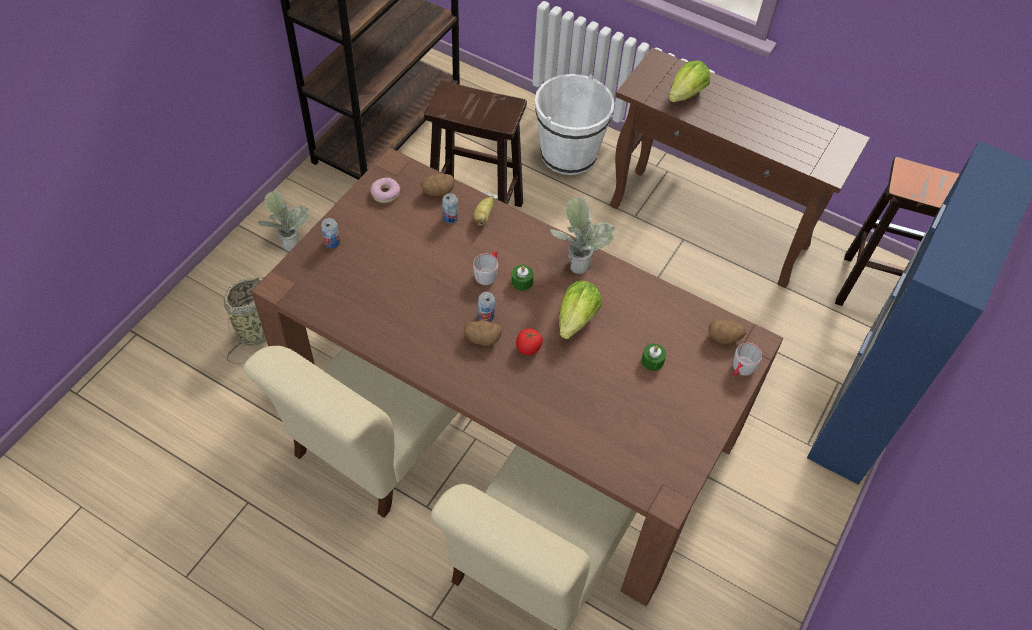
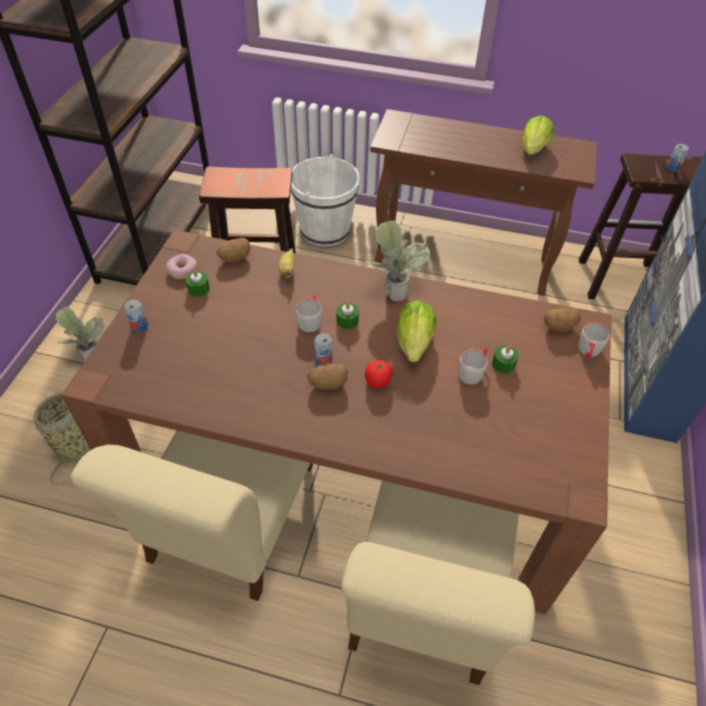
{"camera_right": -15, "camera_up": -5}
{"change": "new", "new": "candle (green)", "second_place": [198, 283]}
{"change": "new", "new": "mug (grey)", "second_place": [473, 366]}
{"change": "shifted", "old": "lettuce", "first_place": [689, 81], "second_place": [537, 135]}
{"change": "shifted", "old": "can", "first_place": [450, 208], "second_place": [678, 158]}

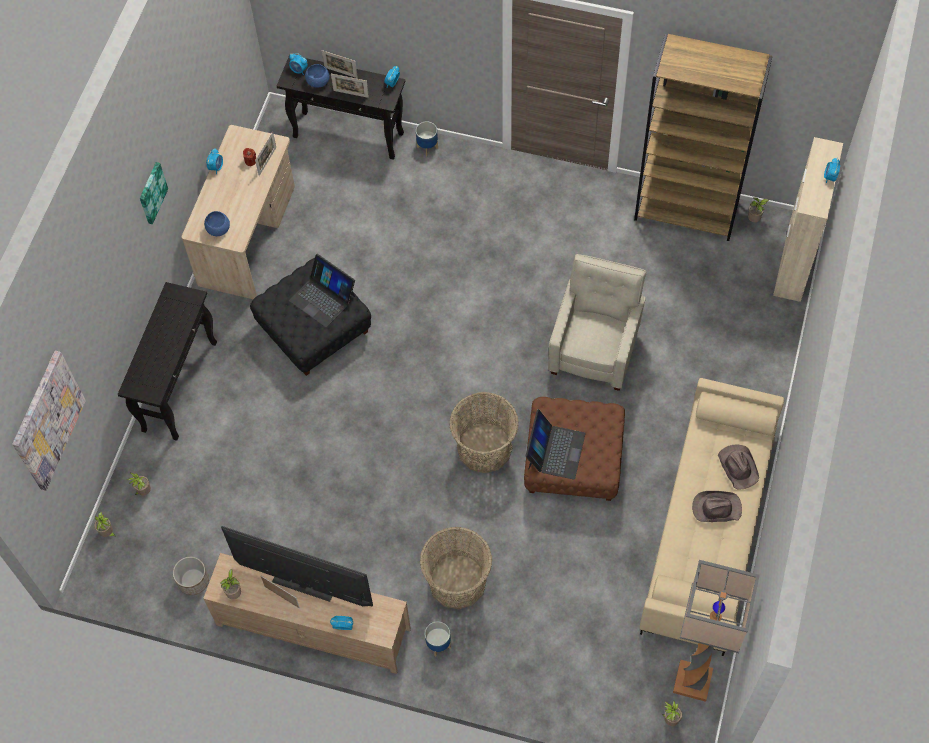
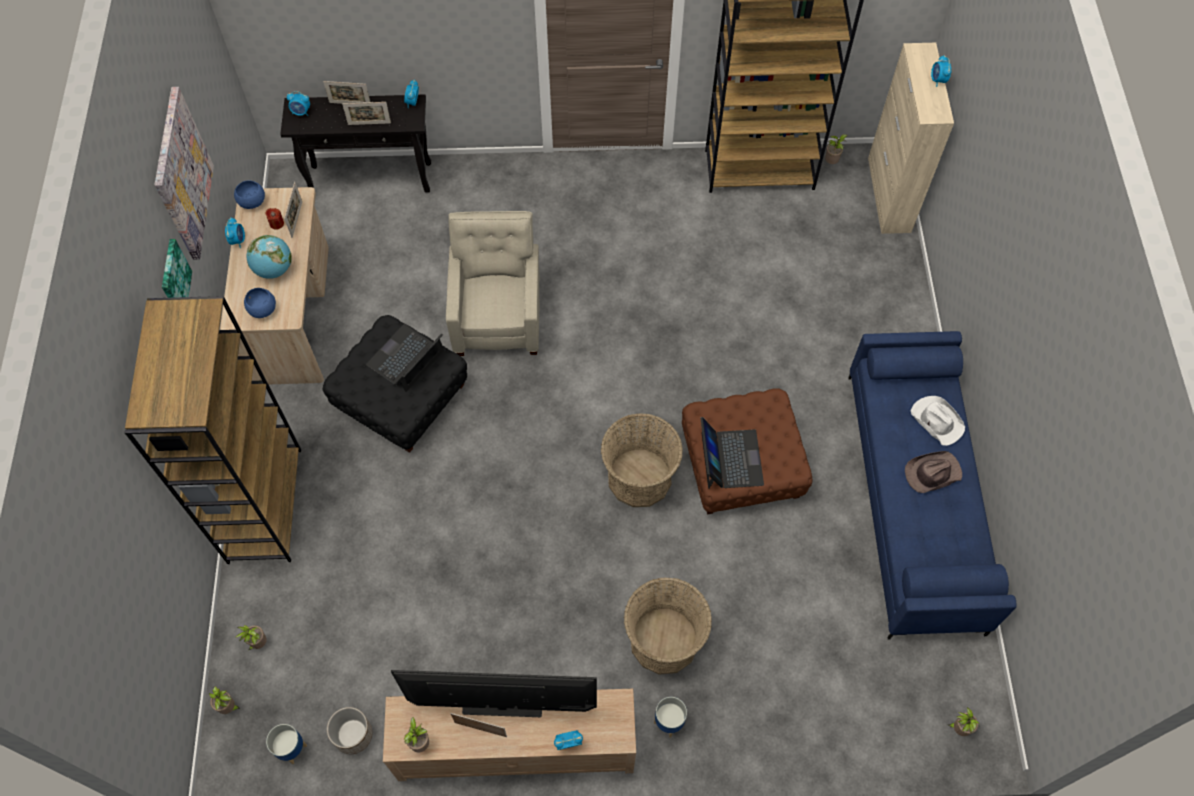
{"camera_right": -20, "camera_up": 0}
{"change": "swapped", "old": "console table (black)", "new": "bookcase (brown)", "first_place": [167, 361], "second_place": [213, 430]}
{"change": "shifted", "old": "picture", "first_place": [49, 420], "second_place": [184, 173]}
{"change": "shifted", "old": "bowl (blue)", "first_place": [317, 76], "second_place": [249, 194]}
{"change": "new", "new": "globe", "second_place": [269, 257]}
{"change": "shifted", "old": "planter", "first_place": [427, 138], "second_place": [286, 744]}
{"change": "rotated", "old": "laptop", "first_place": [322, 290], "second_place": [405, 358], "degrees": 105}
{"change": "shifted", "old": "armchair (beige)", "first_place": [597, 322], "second_place": [493, 283]}
{"change": "repainted", "old": "sofa (beige)", "new": "sofa (blue)", "first_place": [712, 517], "second_place": [932, 485]}
{"change": "repainted", "old": "hat (brown)", "new": "hat (white)", "first_place": [738, 467], "second_place": [938, 421]}
{"change": "gone", "old": "floor lamp", "first_place": [716, 631]}

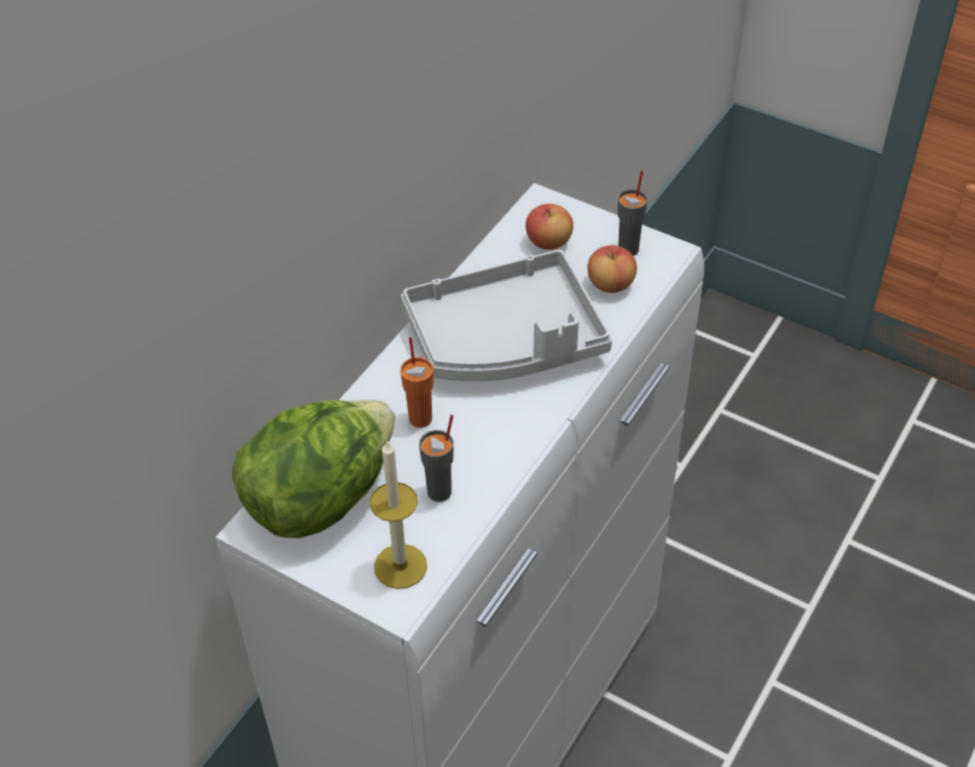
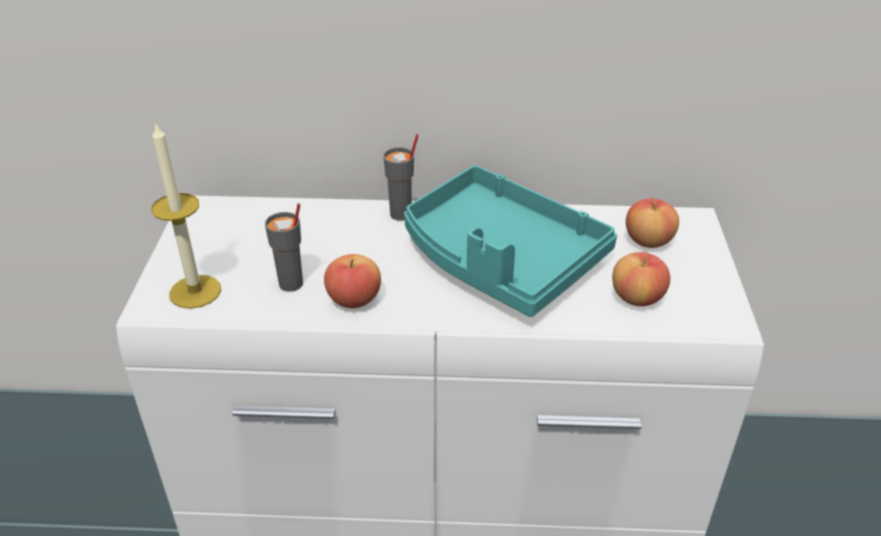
{"camera_right": 60, "camera_up": -10}
{"change": "new", "new": "apple", "second_place": [352, 281]}
{"change": "shifted", "old": "cup (grey)", "first_place": [632, 213], "second_place": [401, 177]}
{"change": "repainted", "old": "tray (grey)", "new": "tray (turquoise)", "first_place": [506, 315], "second_place": [510, 241]}
{"change": "gone", "old": "lettuce", "first_place": [313, 469]}
{"change": "gone", "old": "cup (orange)", "first_place": [416, 382]}

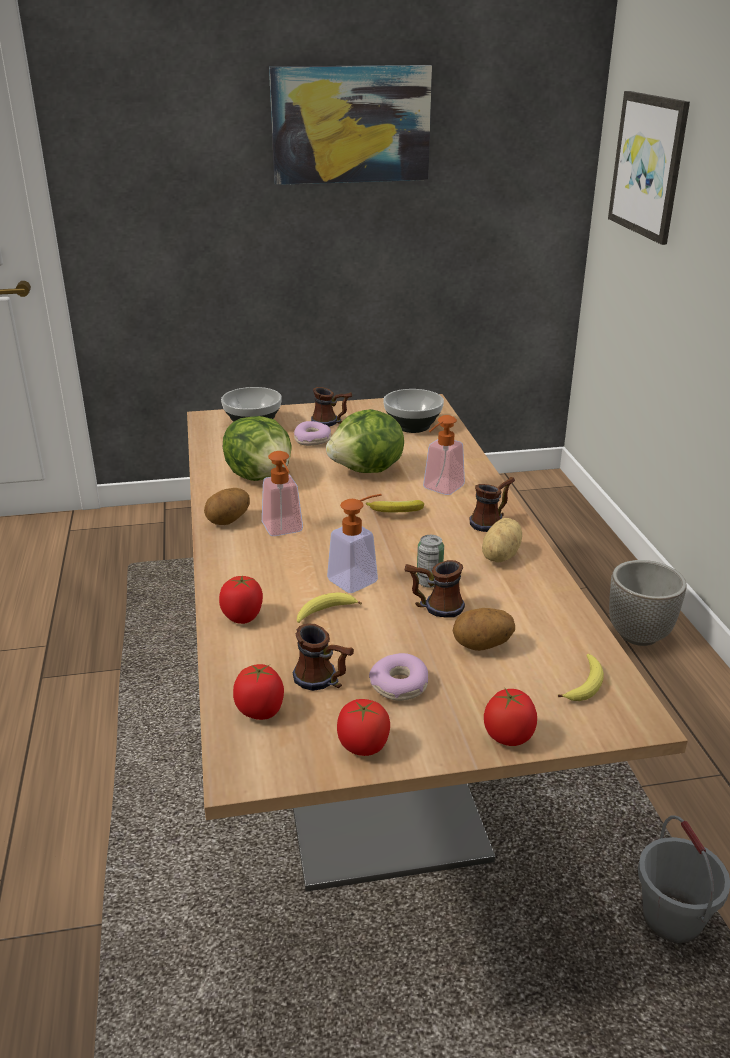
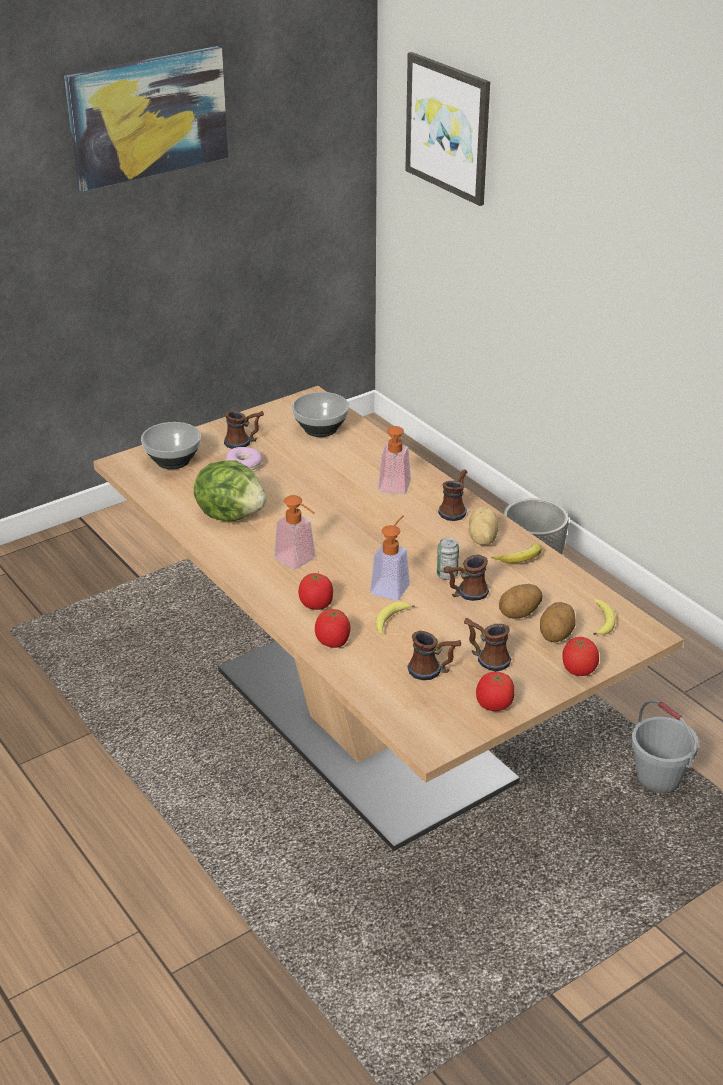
{"camera_right": -25, "camera_up": 5}
{"change": "shifted", "old": "tomato", "first_place": [258, 692], "second_place": [315, 591]}
{"change": "swapped", "old": "donut", "new": "mug", "first_place": [398, 677], "second_place": [487, 645]}
{"change": "shifted", "old": "banana", "first_place": [395, 506], "second_place": [516, 553]}
{"change": "shifted", "old": "potato", "first_place": [227, 506], "second_place": [558, 622]}
{"change": "gone", "old": "lettuce", "first_place": [365, 441]}

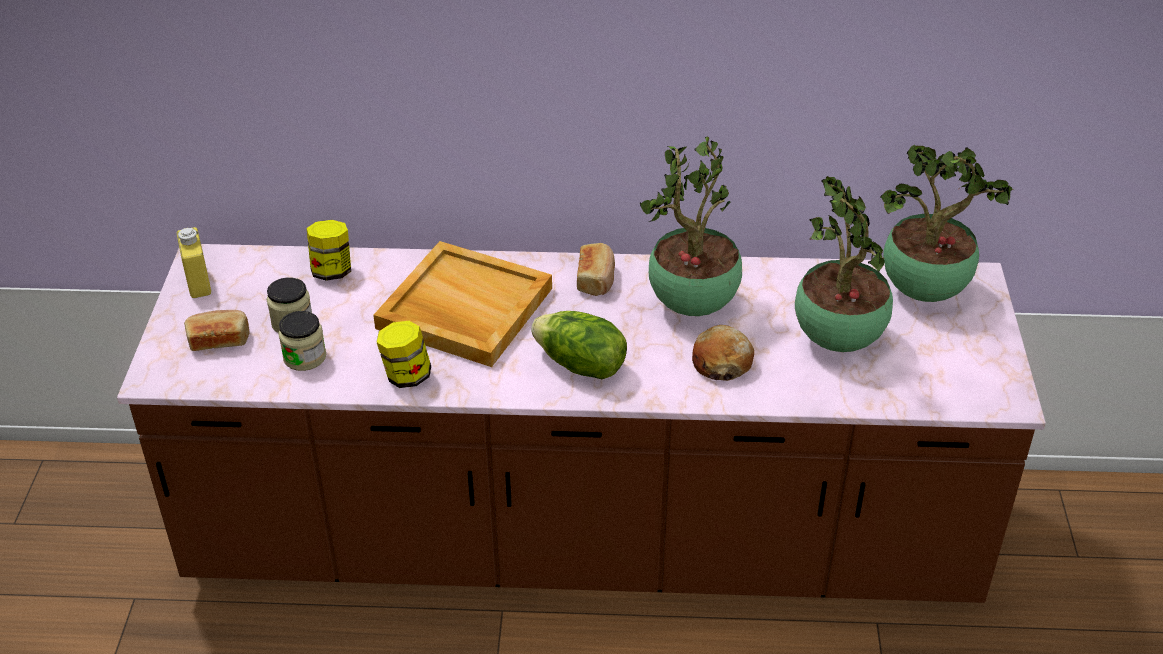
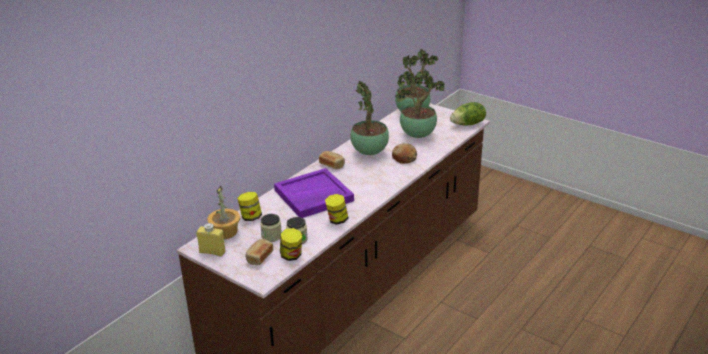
{"camera_right": -55, "camera_up": -10}
{"change": "new", "new": "potted plant", "second_place": [223, 212]}
{"change": "repainted", "old": "tray (beige)", "new": "tray (purple)", "first_place": [462, 304], "second_place": [314, 193]}
{"change": "new", "new": "jar", "second_place": [291, 244]}
{"change": "shifted", "old": "lettuce", "first_place": [579, 345], "second_place": [468, 114]}

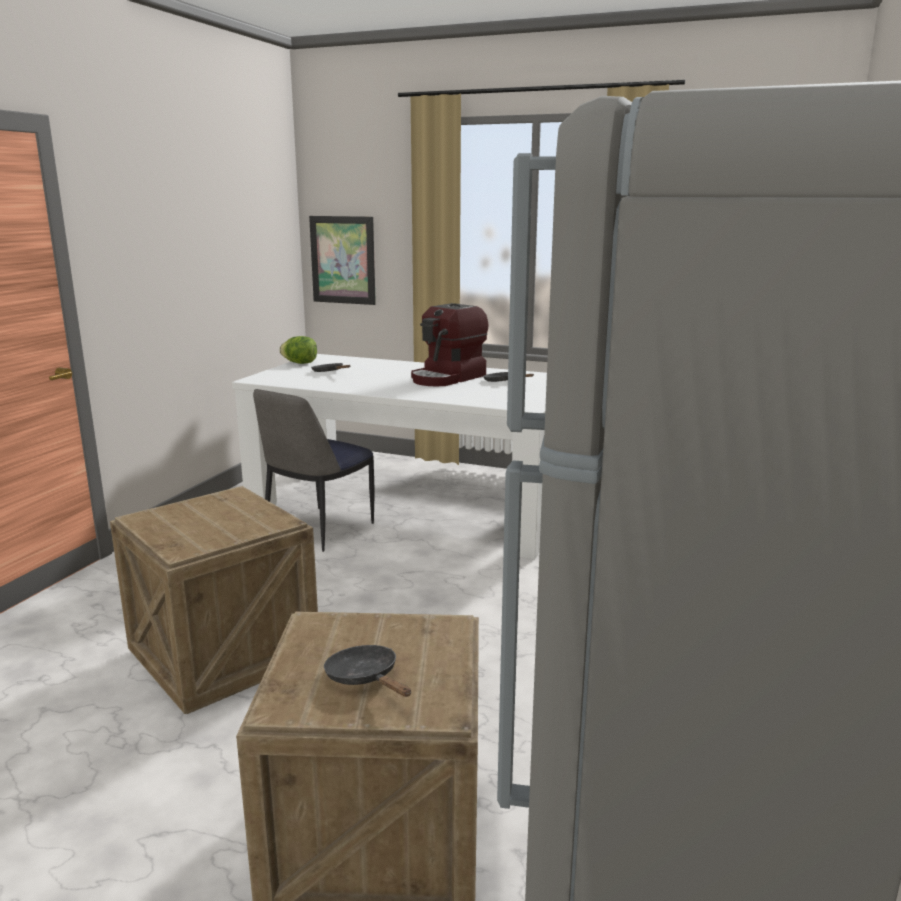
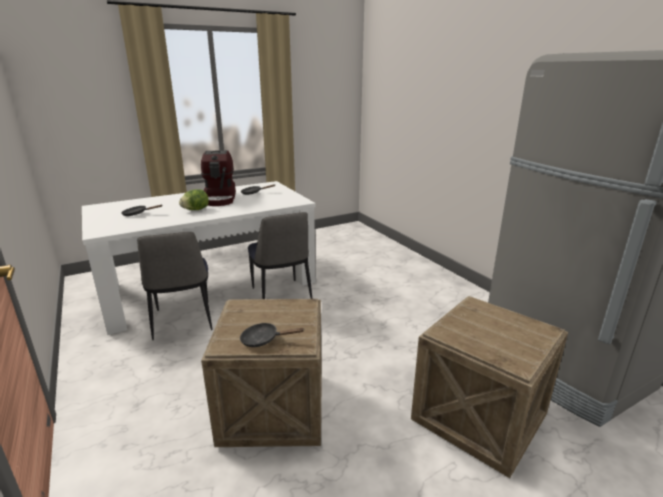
{"camera_right": -50, "camera_up": 5}
{"change": "shifted", "old": "lettuce", "first_place": [298, 350], "second_place": [194, 199]}
{"change": "shifted", "old": "frying pan (black)", "first_place": [367, 671], "second_place": [271, 335]}
{"change": "new", "new": "chair", "second_place": [280, 255]}
{"change": "gone", "old": "picture", "first_place": [342, 260]}

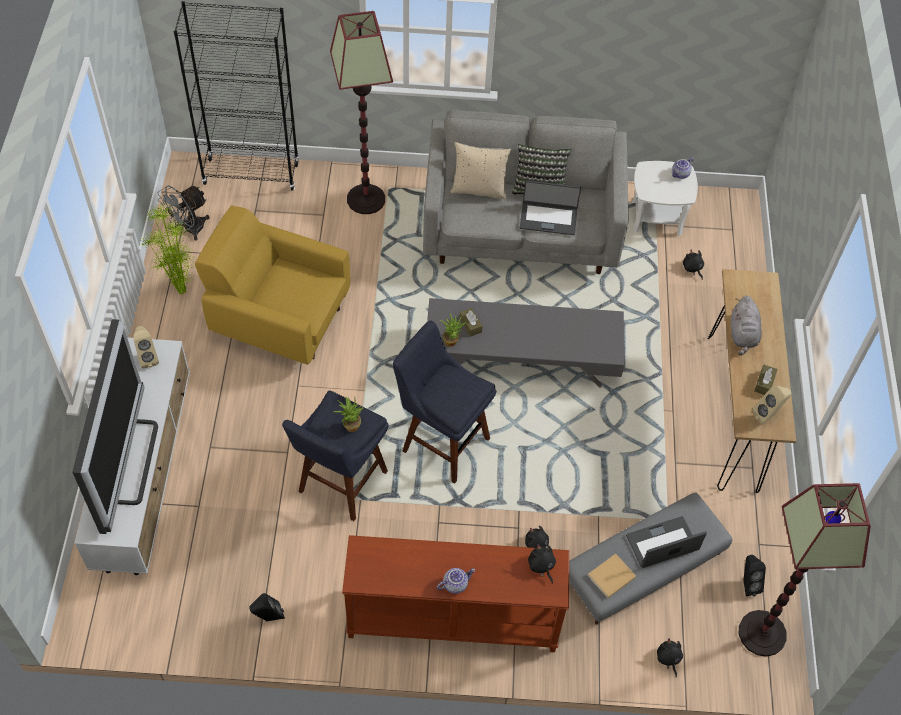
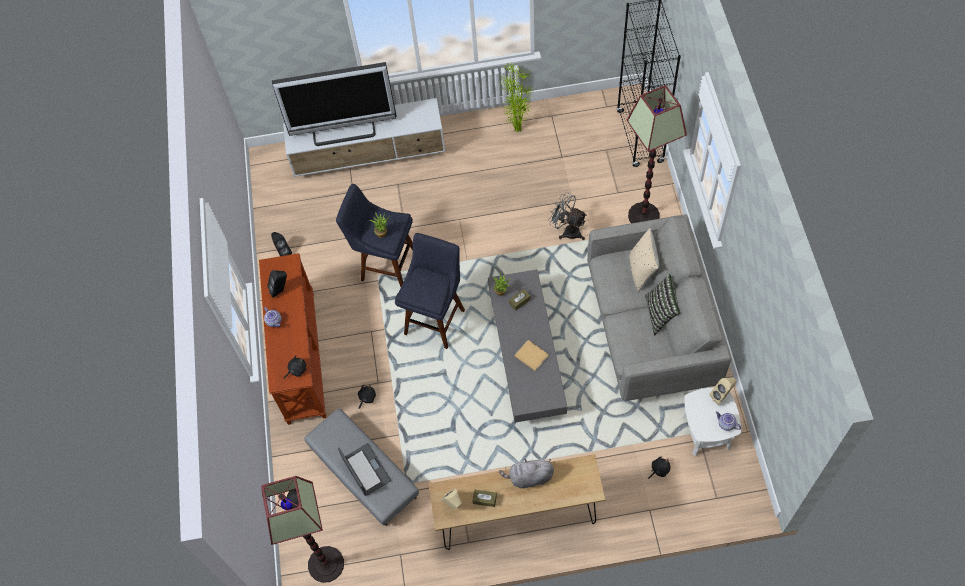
{"camera_right": 85, "camera_up": 5}
{"change": "shifted", "old": "speaker (black)", "first_place": [754, 575], "second_place": [277, 284]}
{"change": "shifted", "old": "book (beige)", "first_place": [612, 576], "second_place": [532, 355]}
{"change": "shifted", "old": "fan (grey)", "first_place": [183, 213], "second_place": [567, 216]}
{"change": "shifted", "old": "speaker (beige)", "first_place": [146, 347], "second_place": [723, 391]}
{"change": "gone", "old": "armchair (yellow)", "first_place": [272, 285]}
{"change": "gone", "old": "laptop", "first_place": [550, 207]}

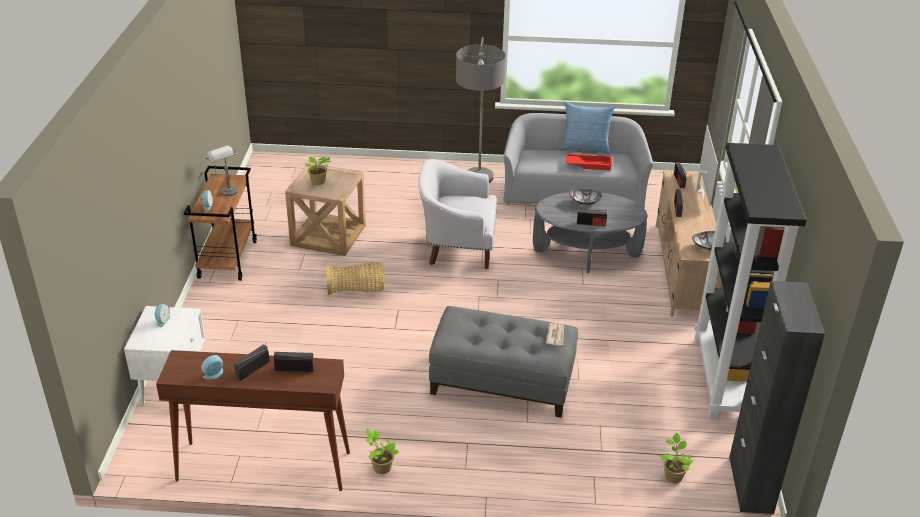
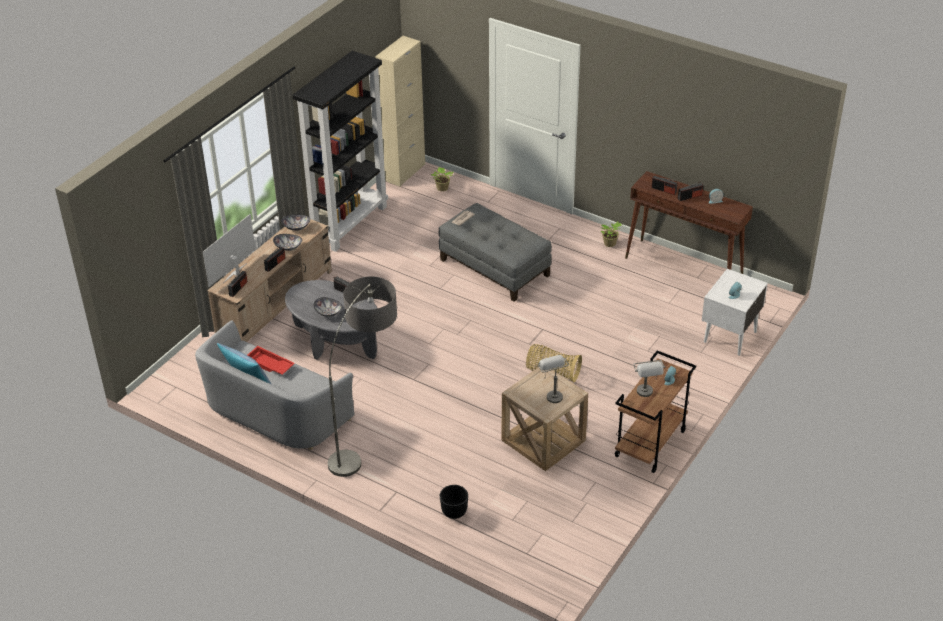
{"camera_right": -150, "camera_up": 5}
{"change": "new", "new": "bowl", "second_place": [287, 242]}
{"change": "repainted", "old": "cabinet (black)", "new": "cabinet (beige)", "first_place": [777, 397], "second_place": [400, 111]}
{"change": "new", "new": "planter (black)", "second_place": [454, 502]}
{"change": "swapped", "old": "potted plant", "new": "table lamp (grey)", "first_place": [318, 171], "second_place": [553, 379]}
{"change": "gone", "old": "armchair (white)", "first_place": [457, 214]}

